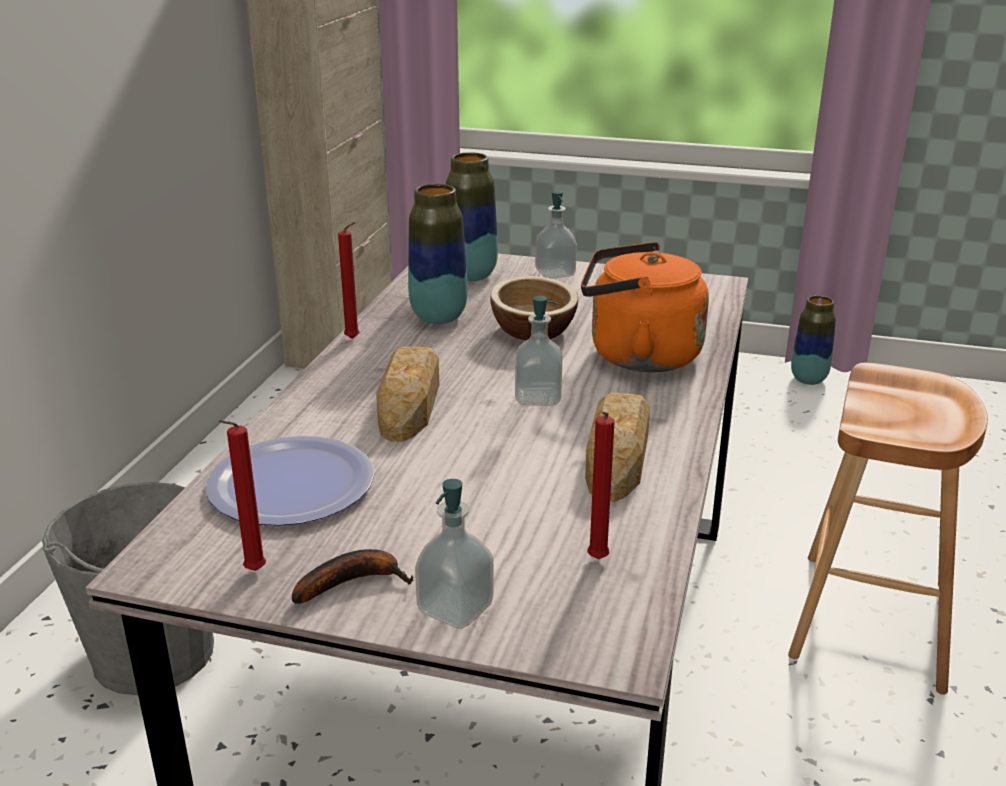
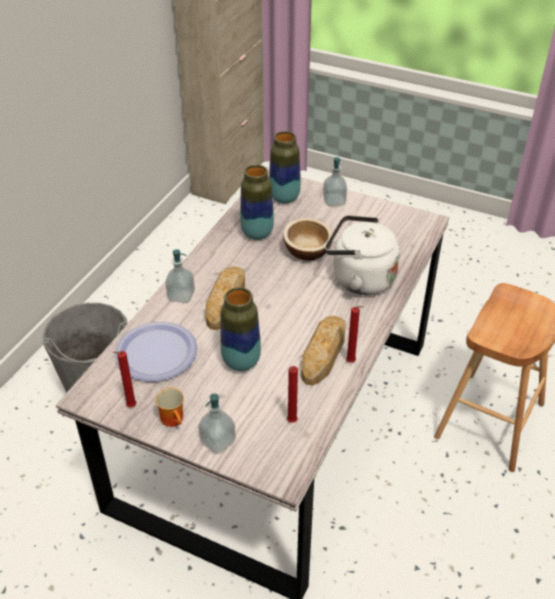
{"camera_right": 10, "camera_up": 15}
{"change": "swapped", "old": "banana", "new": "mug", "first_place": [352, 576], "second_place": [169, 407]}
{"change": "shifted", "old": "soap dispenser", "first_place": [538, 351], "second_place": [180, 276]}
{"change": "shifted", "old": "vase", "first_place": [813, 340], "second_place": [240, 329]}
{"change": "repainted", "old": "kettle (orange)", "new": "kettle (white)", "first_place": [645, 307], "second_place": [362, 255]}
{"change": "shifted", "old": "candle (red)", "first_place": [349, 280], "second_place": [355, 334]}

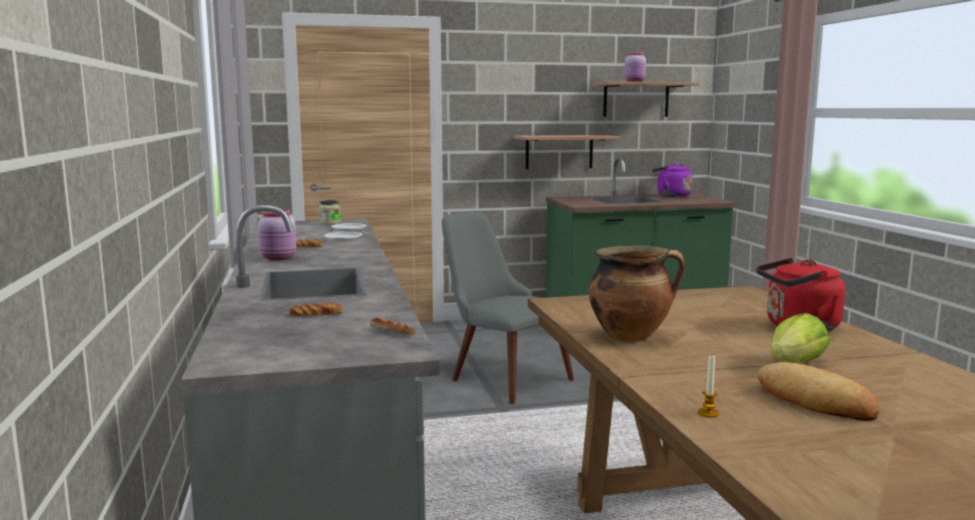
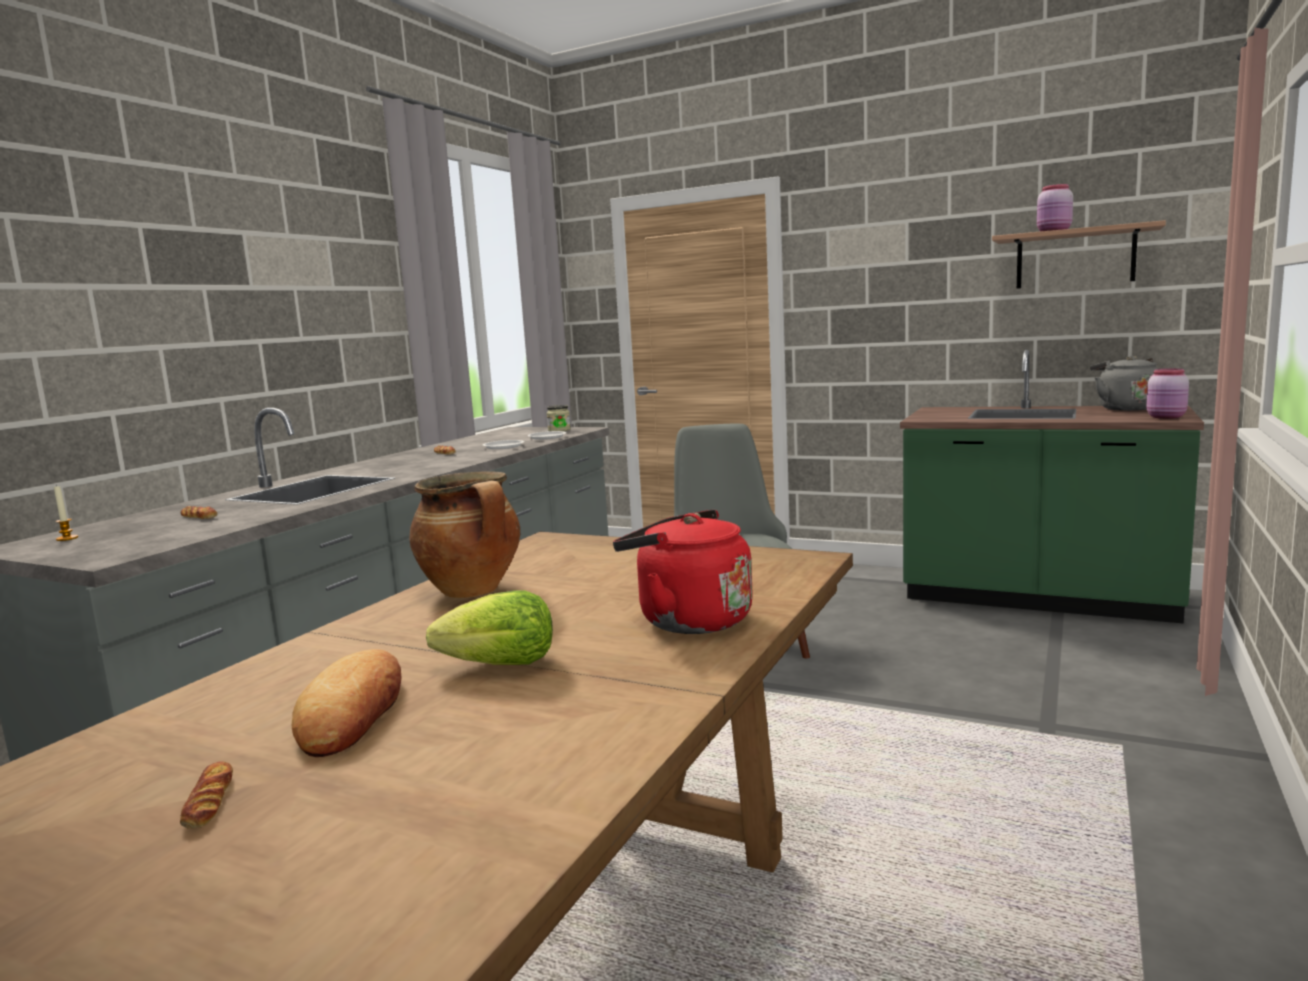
{"camera_right": 40, "camera_up": 0}
{"change": "shifted", "old": "candle", "first_place": [709, 387], "second_place": [66, 513]}
{"change": "shifted", "old": "bread", "first_place": [392, 326], "second_place": [206, 795]}
{"change": "repainted", "old": "kettle (purple)", "new": "kettle (grey)", "first_place": [672, 180], "second_place": [1124, 383]}
{"change": "shifted", "old": "jar (pink)", "first_place": [277, 234], "second_place": [1167, 393]}
{"change": "gone", "old": "shelf", "first_place": [567, 152]}

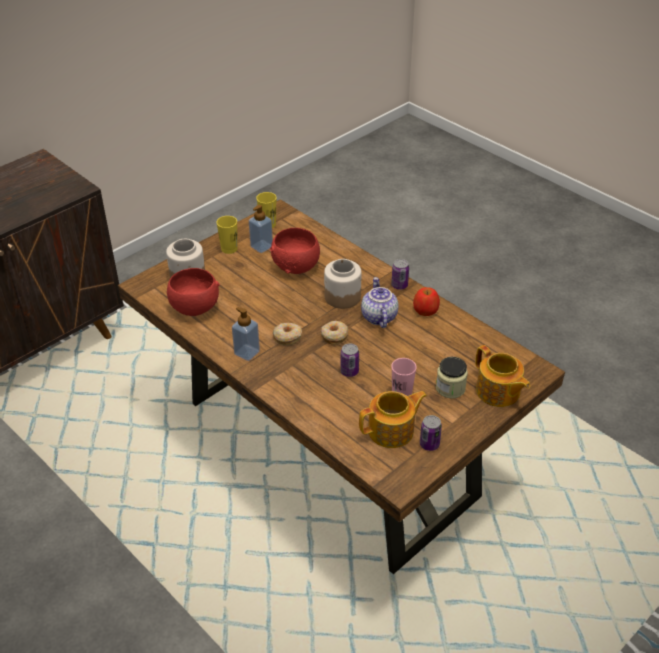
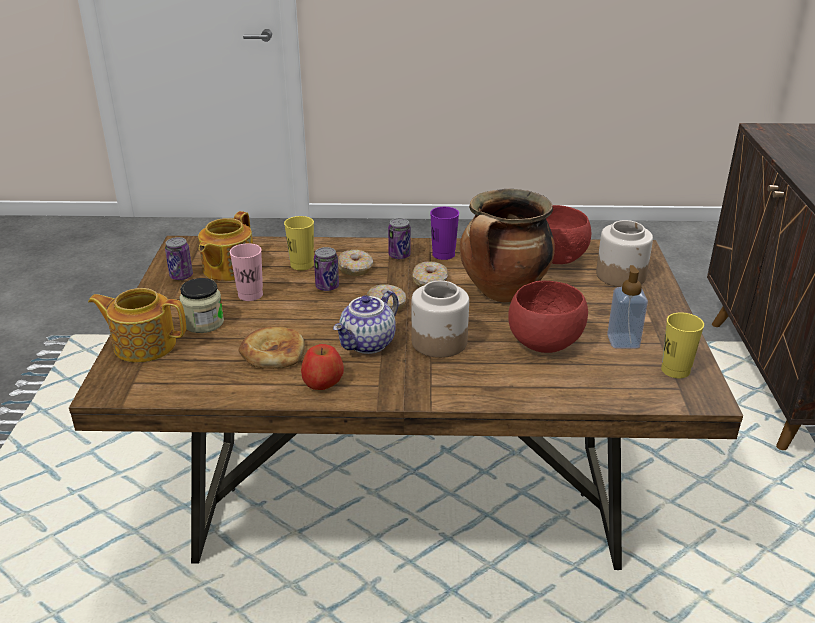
{"camera_right": 135, "camera_up": -10}
{"change": "new", "new": "bread", "second_place": [272, 348]}
{"change": "shifted", "old": "cup (yellow)", "first_place": [227, 235], "second_place": [299, 243]}
{"change": "rotated", "old": "teapot", "first_place": [380, 302], "second_place": [366, 322], "degrees": 90}
{"change": "new", "new": "donut", "second_place": [355, 263]}
{"change": "shifted", "old": "can", "first_place": [400, 274], "second_place": [399, 238]}
{"change": "swapped", "old": "soap dispenser", "new": "cup (purple)", "first_place": [246, 334], "second_place": [444, 233]}
{"change": "new", "new": "cooking pot", "second_place": [507, 246]}

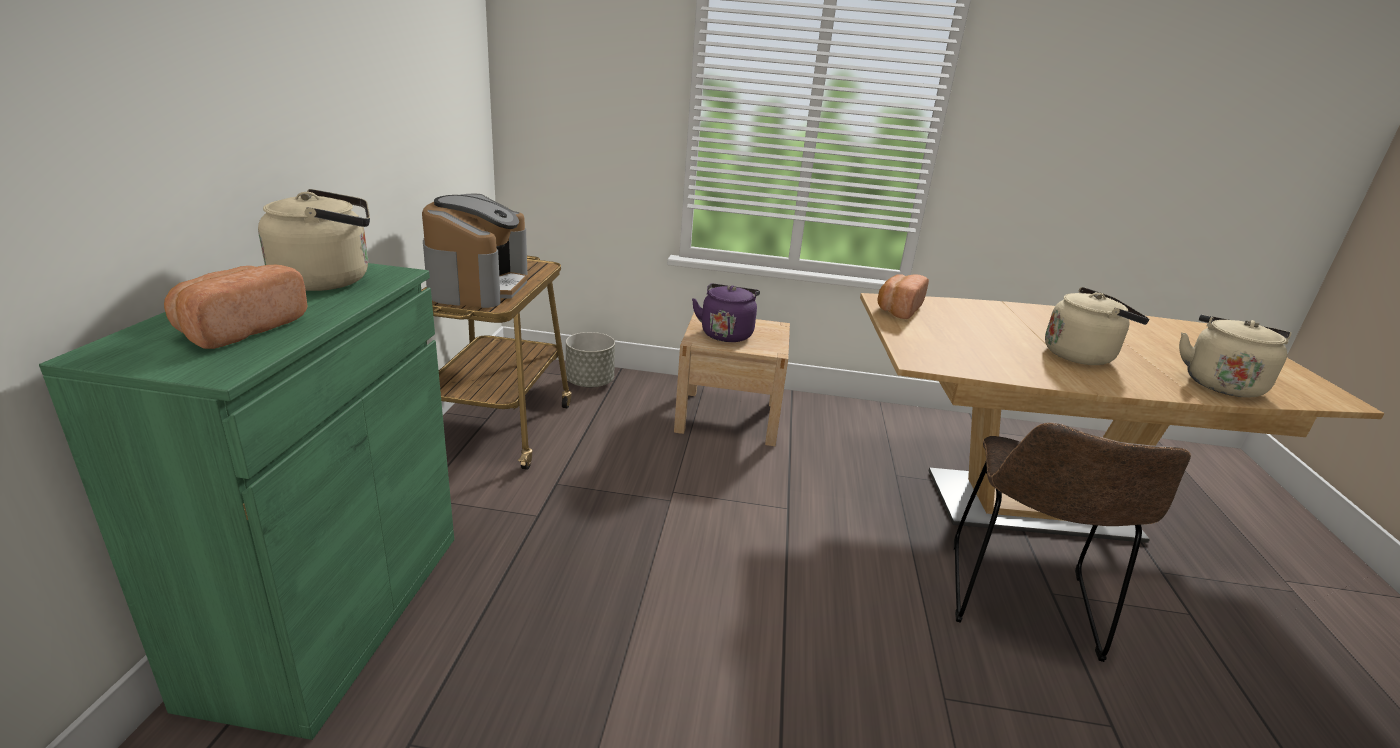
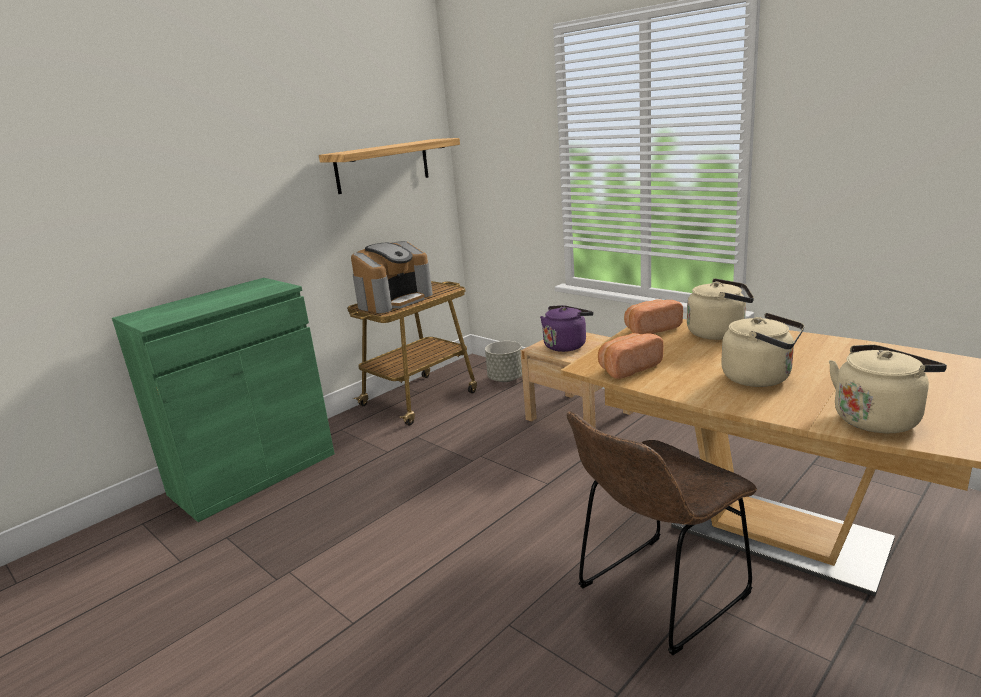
{"camera_right": 40, "camera_up": -5}
{"change": "new", "new": "shelf", "second_place": [389, 166]}
{"change": "shifted", "old": "bread", "first_place": [236, 307], "second_place": [631, 356]}
{"change": "shifted", "old": "kettle (beige)", "first_place": [314, 240], "second_place": [720, 309]}

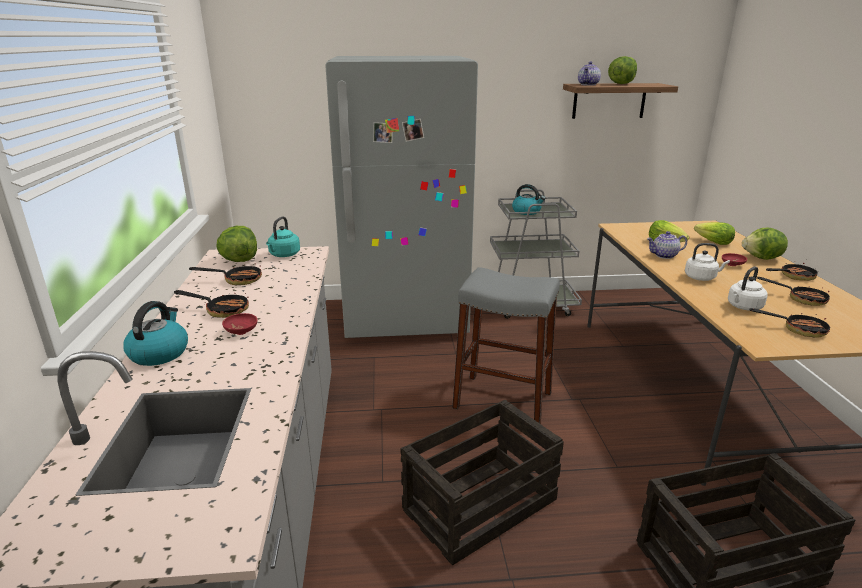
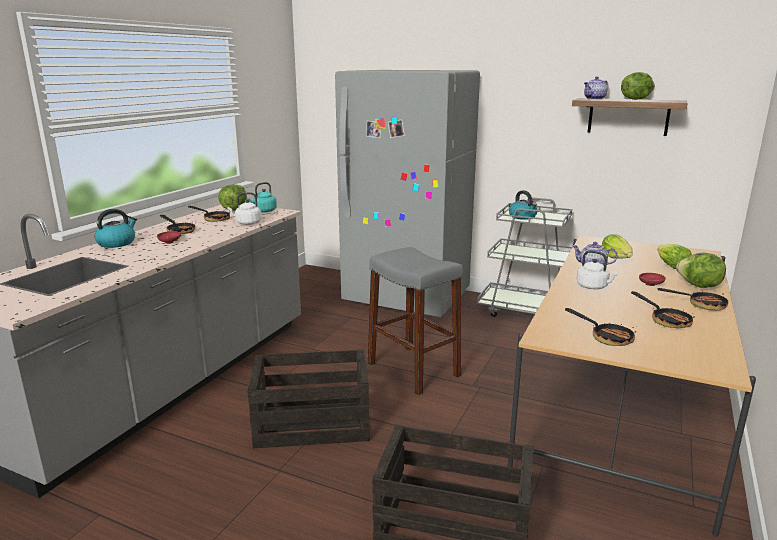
{"camera_right": 30, "camera_up": -5}
{"change": "shifted", "old": "kettle (white)", "first_place": [748, 288], "second_place": [244, 208]}

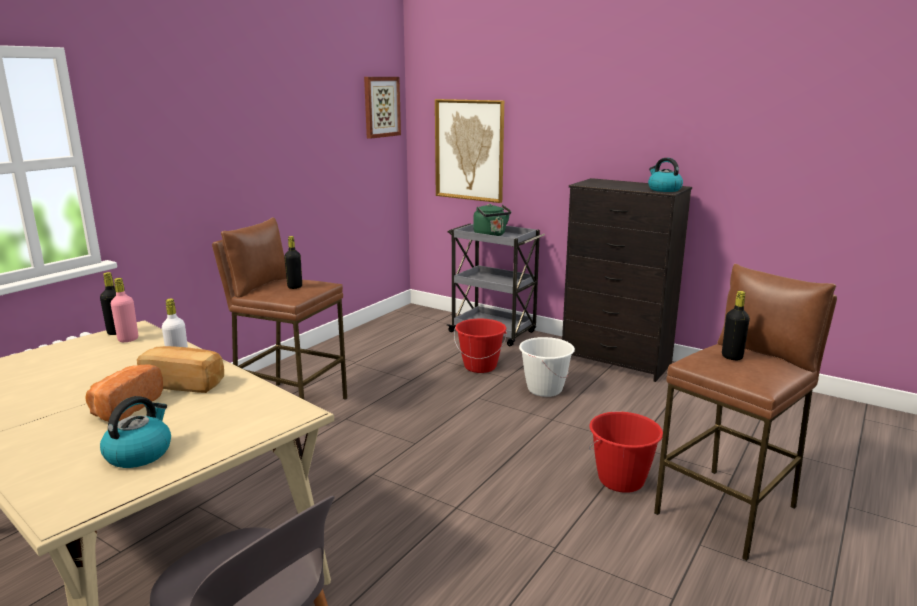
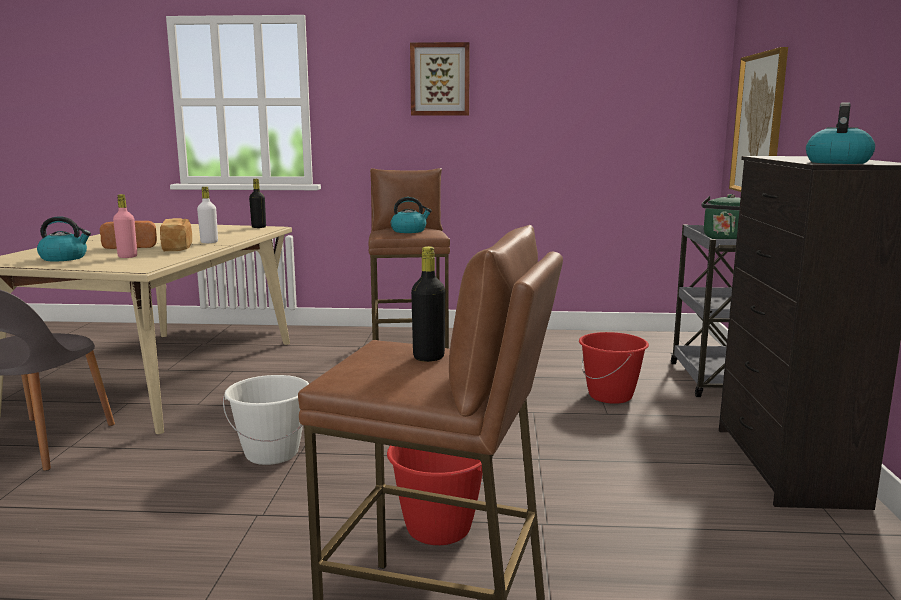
{"camera_right": 60, "camera_up": -5}
{"change": "shifted", "old": "bottle (pink)", "first_place": [124, 310], "second_place": [125, 226]}
{"change": "shifted", "old": "bucket (white)", "first_place": [547, 367], "second_place": [266, 420]}
{"change": "swapped", "old": "bottle (black)", "new": "kettle", "first_place": [293, 262], "second_place": [411, 215]}
{"change": "shifted", "old": "picture", "first_place": [382, 108], "second_place": [440, 79]}

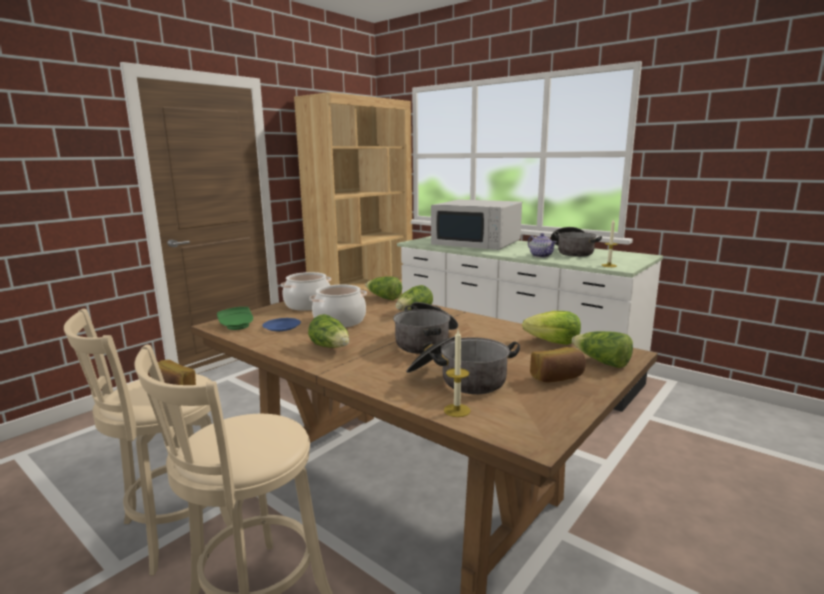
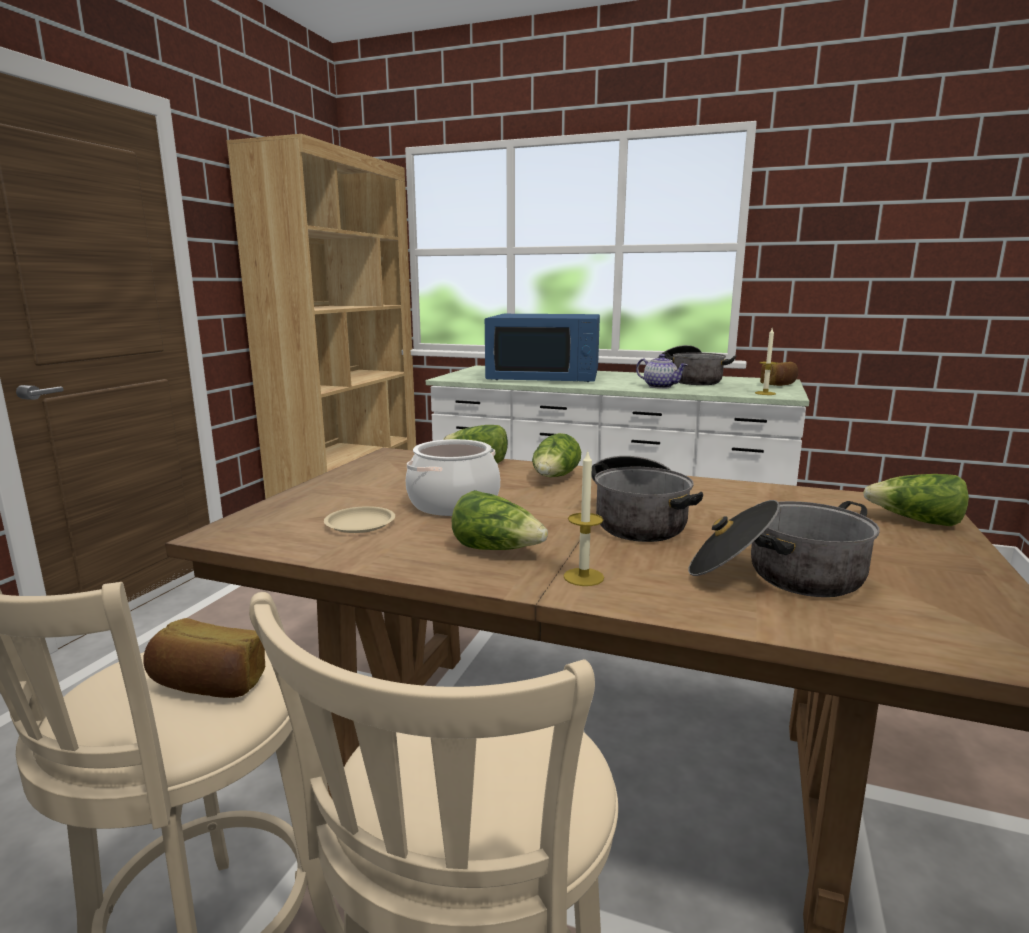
{"camera_right": -20, "camera_up": 0}
{"change": "repainted", "old": "plate (blue)", "new": "plate (beige)", "first_place": [281, 324], "second_place": [359, 519]}
{"change": "repainted", "old": "microwave (white)", "new": "microwave (blue)", "first_place": [476, 224], "second_place": [542, 348]}
{"change": "shifted", "old": "candle", "first_place": [457, 373], "second_place": [584, 518]}
{"change": "shifted", "old": "bread", "first_place": [558, 364], "second_place": [779, 374]}
{"change": "gone", "old": "plate (green)", "first_place": [235, 318]}
{"change": "gone", "old": "cooking pot", "first_place": [306, 291]}
{"change": "gone", "old": "lettuce", "first_place": [551, 328]}

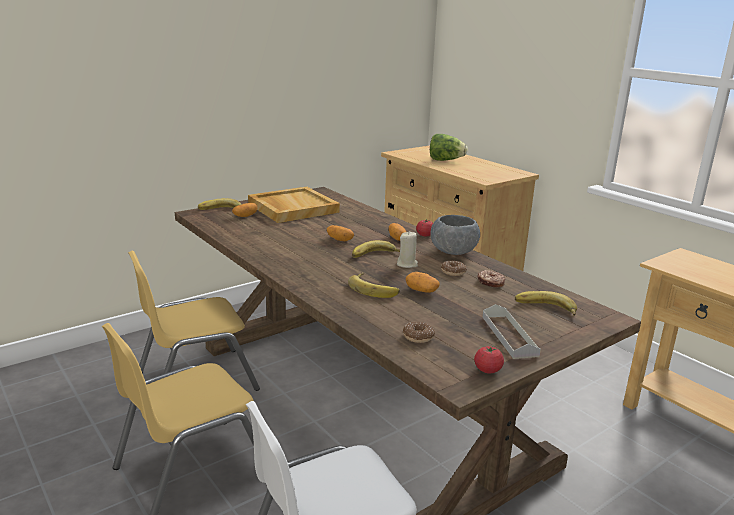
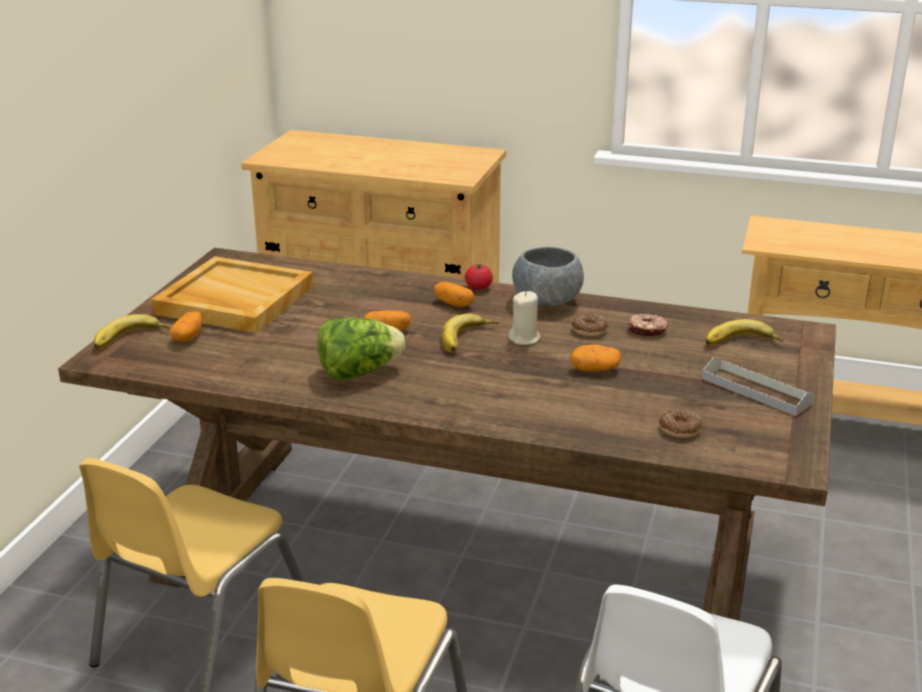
{"camera_right": -35, "camera_up": 5}
{"change": "shifted", "old": "lettuce", "first_place": [449, 147], "second_place": [361, 348]}
{"change": "gone", "old": "banana", "first_place": [374, 285]}
{"change": "gone", "old": "tomato", "first_place": [489, 360]}

